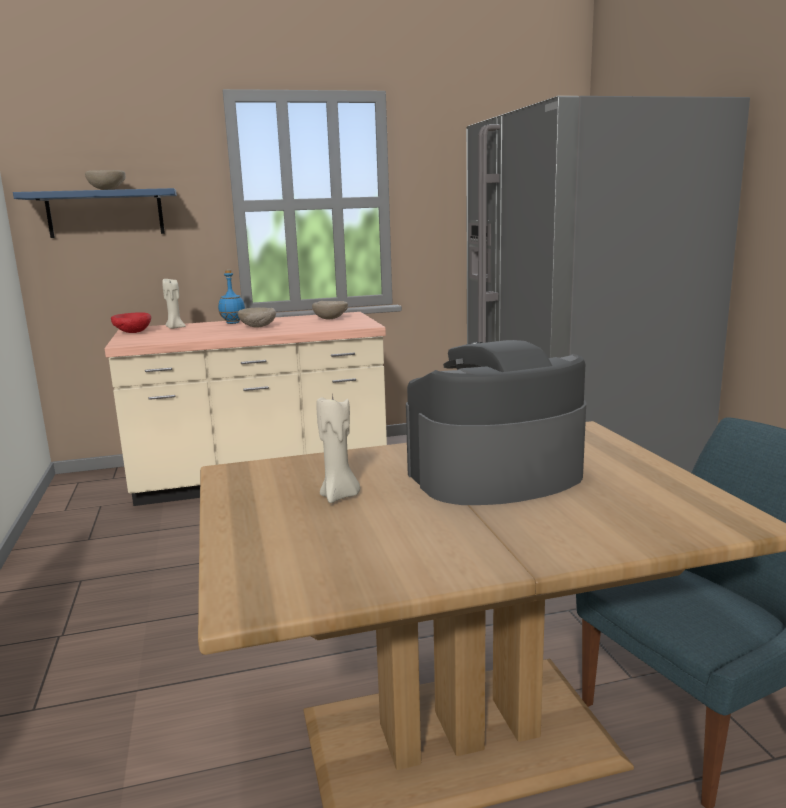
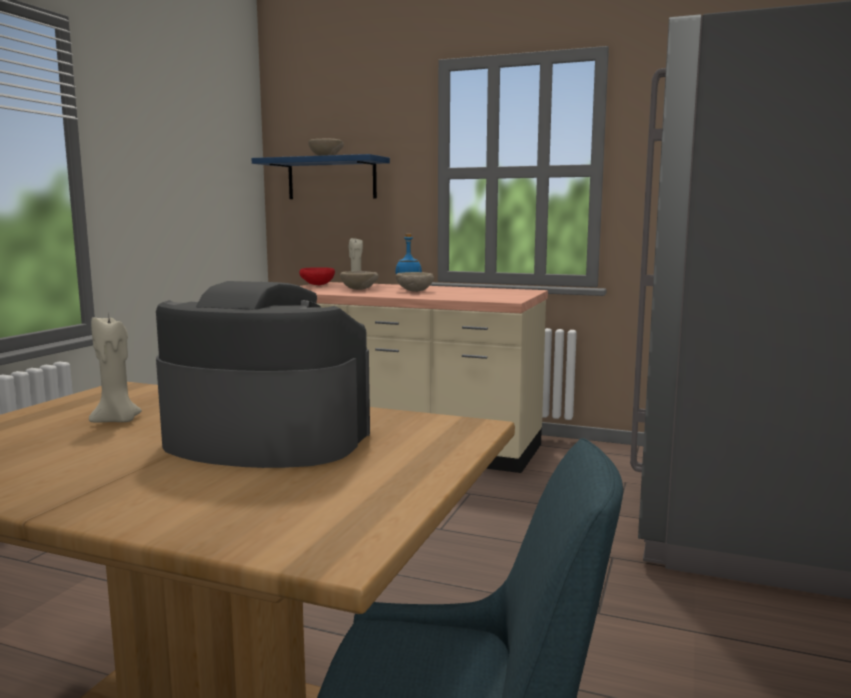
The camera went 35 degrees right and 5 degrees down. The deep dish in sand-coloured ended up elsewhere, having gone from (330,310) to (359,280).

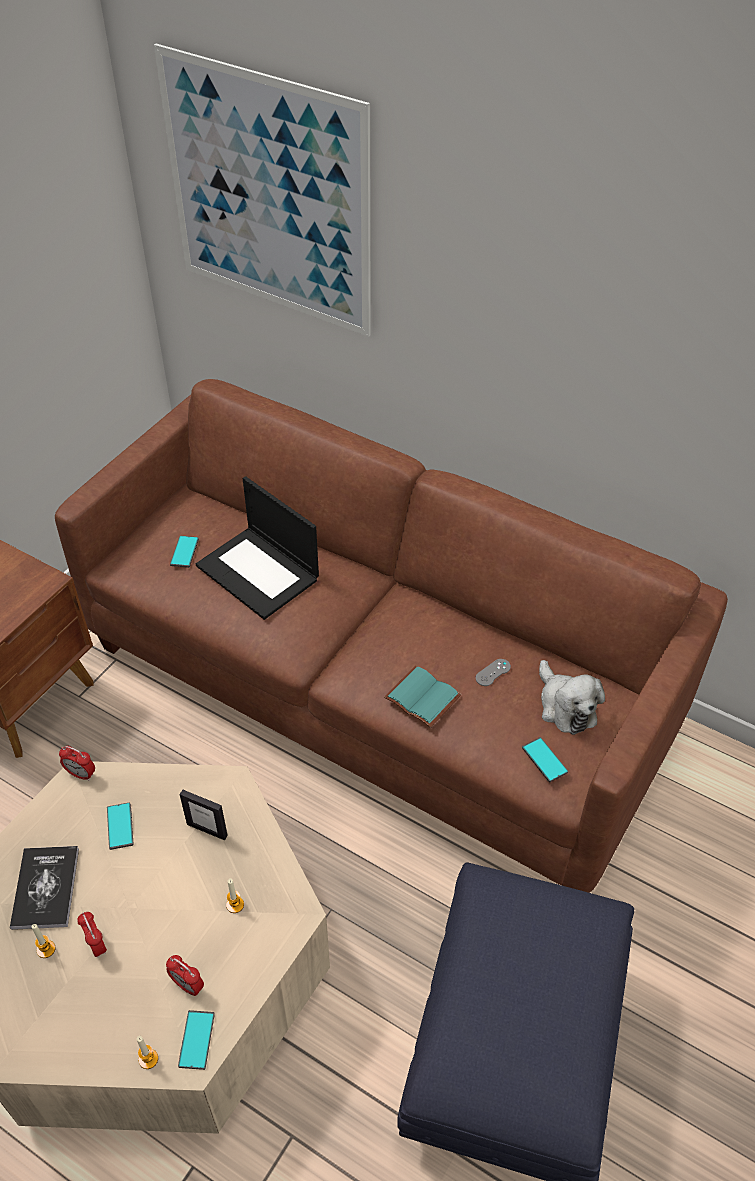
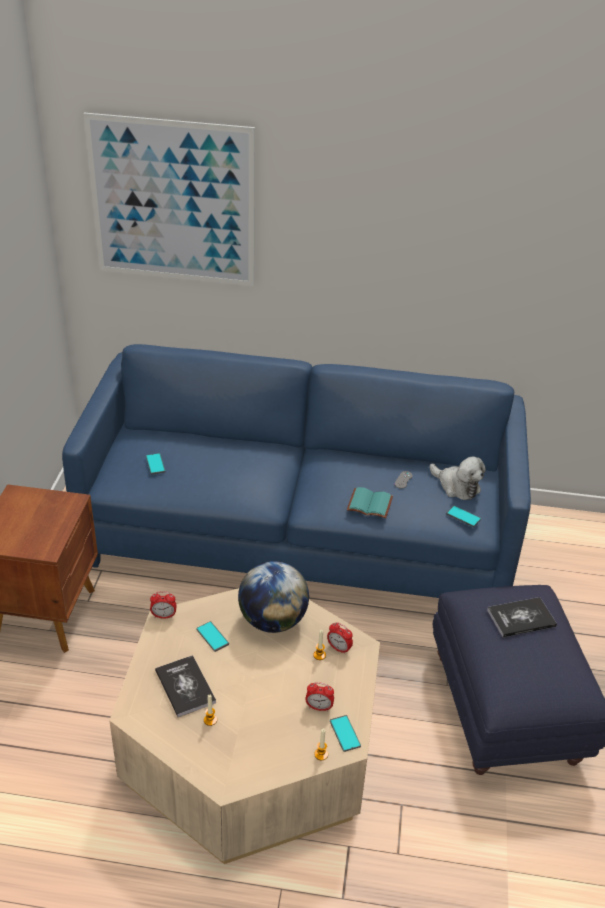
The camera went 25 degrees left and 10 degrees down. What was the couch in brown at (391,636) turned into the couch in bluish at (296,471). Where the standing frame stood at (203,815), the globe came to stand at (273,597). The alarm clock ended up elsewhere, having gone from (92,934) to (340,638). The second view gained the book at (522,617). The second view lost the notebook computer at (257,548).

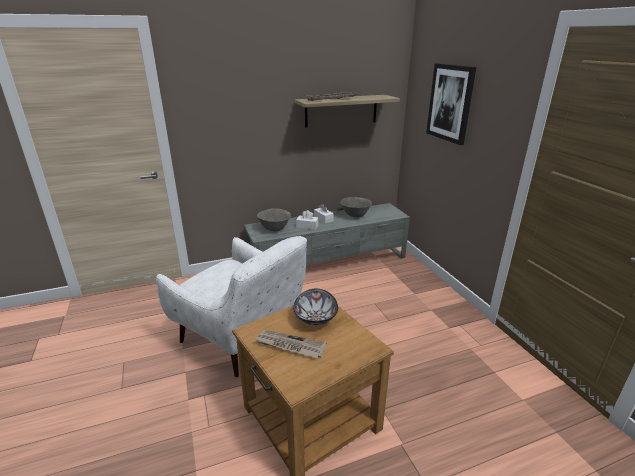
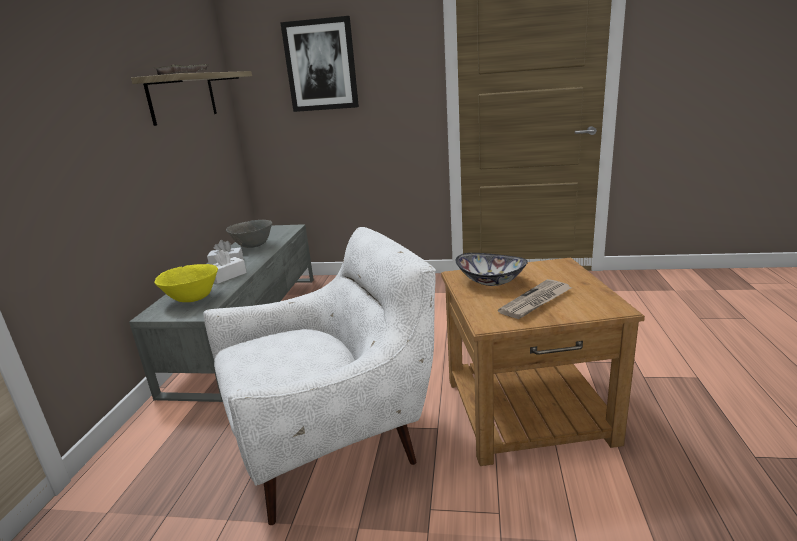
The camera went 60 degrees left and 5 degrees down. What was the deep dish in greyish at (274,219) turned into the deep dish in yellow-coloured at (186,283).

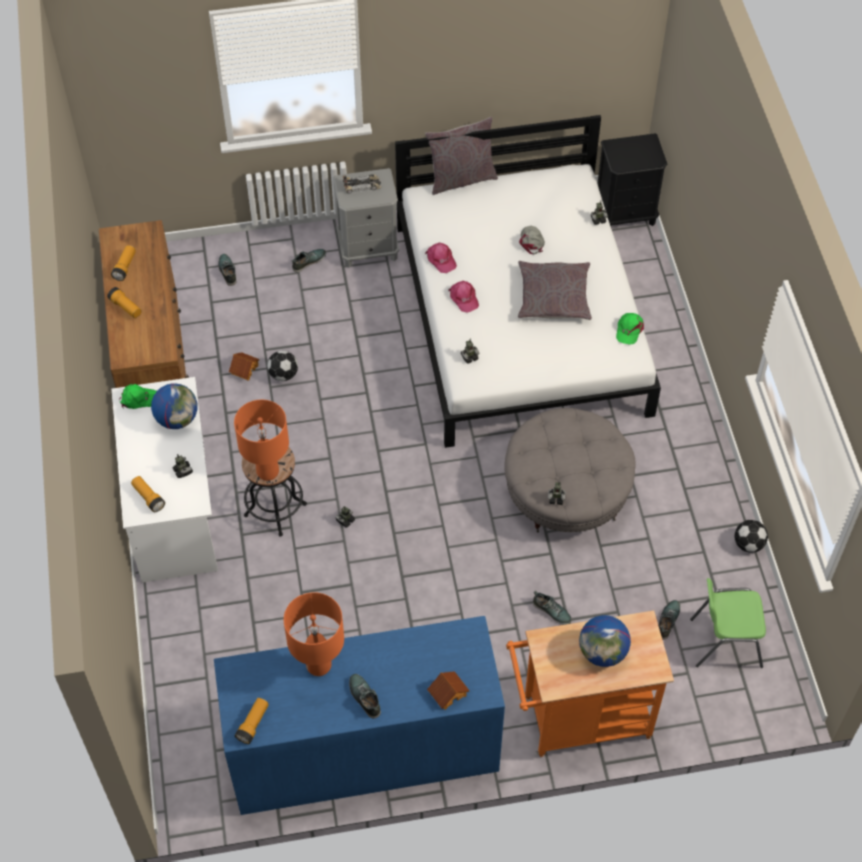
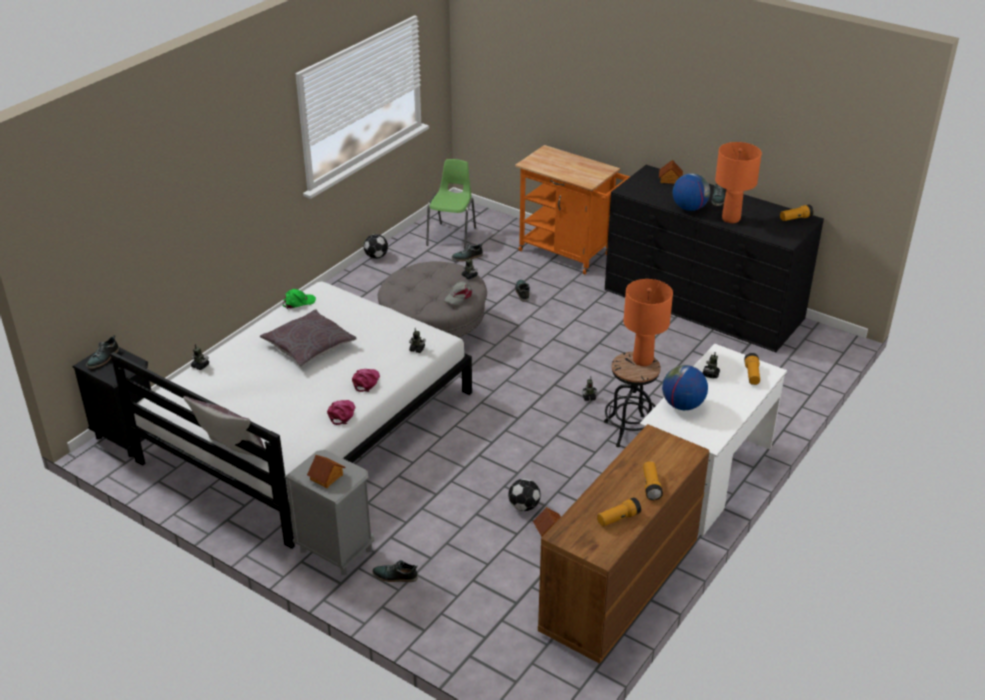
The camera went 135 degrees left and 20 degrees down. The low shoe ended up elsewhere, having gone from (227,270) to (102,352). Where the model car stood at (362,184), the toy house came to stand at (326,472). The plain chair in green at (728,623) ended up facing another way, 120 degrees counterclockwise from before. The peaked cap in greyish ended up elsewhere, having gone from (532,240) to (458,293). What was the dresser in bluish at (359,715) turned into the dresser in black at (714,258). The globe ended up elsewhere, having gone from (605,641) to (691,192). The second view lost the peaked cap in green at (138,396).

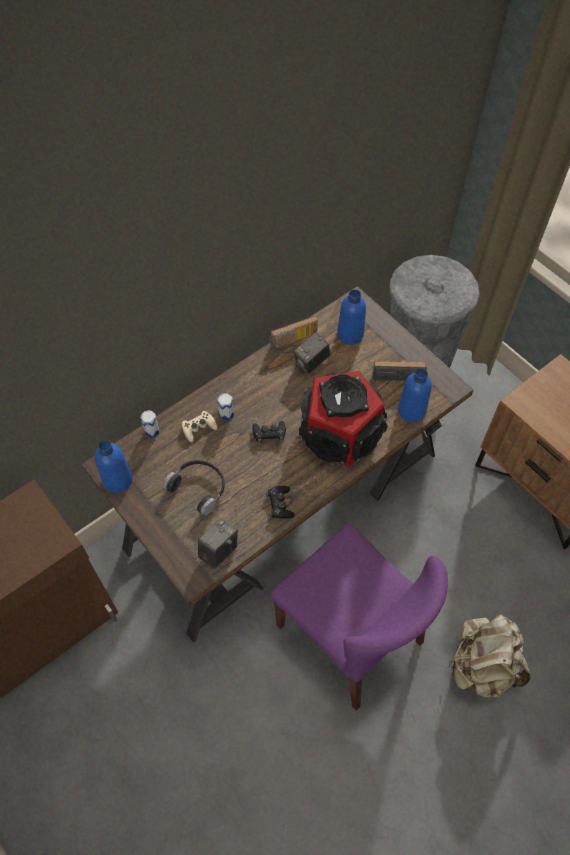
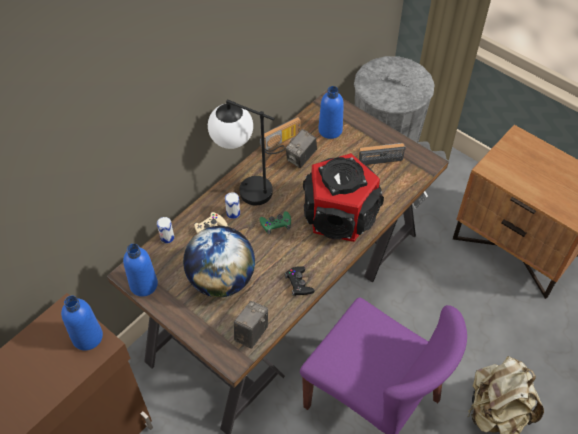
The camera went 10 degrees left and 5 degrees down. The beverage bottle in bluish ended up elsewhere, having gone from (415,395) to (82,323). Where the pair of headphones in black stood at (194,488), the globe came to stand at (219,261). The second view gained the tabletop lamp at (241,152). What was the joypad in black at (269,432) turned into the joypad in green at (275,222).

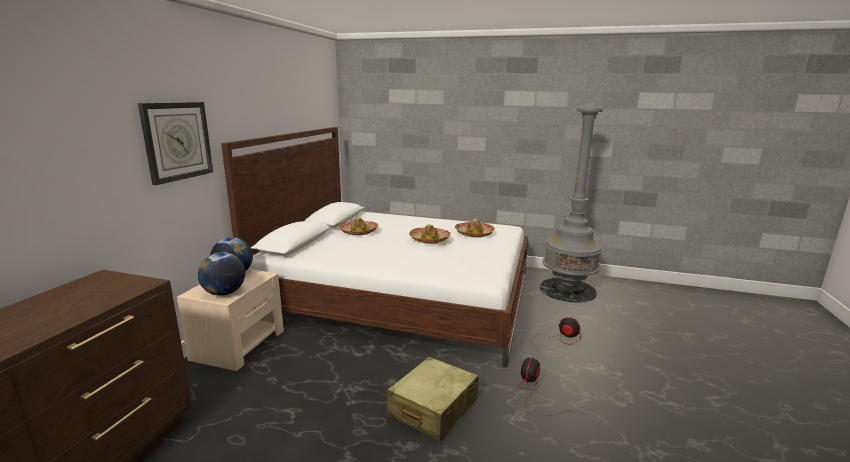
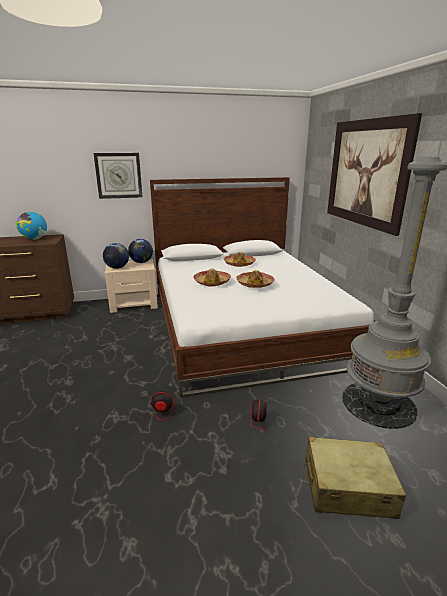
The camera went 60 degrees right and 5 degrees up. The second view gained the globe at (31,226). The hat ended up elsewhere, having gone from (475,228) to (212,277). The piece of luggage in sand-coloured ended up elsewhere, having gone from (432,399) to (354,478). The second view gained the wall art at (374,174).

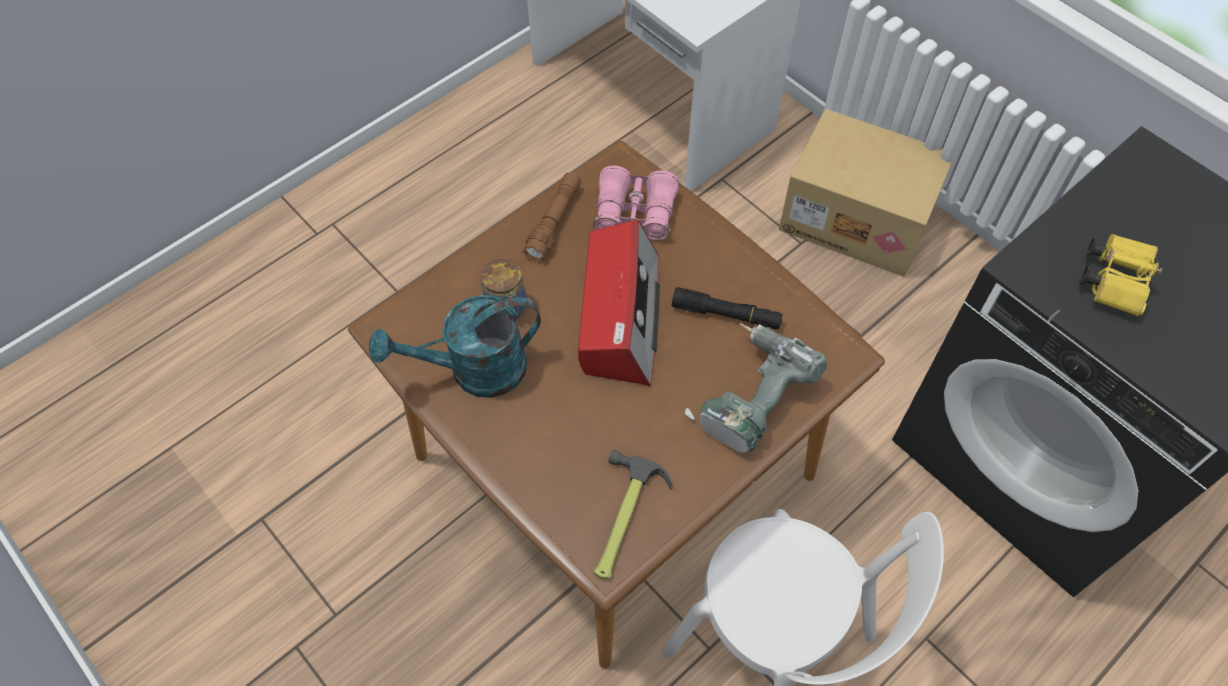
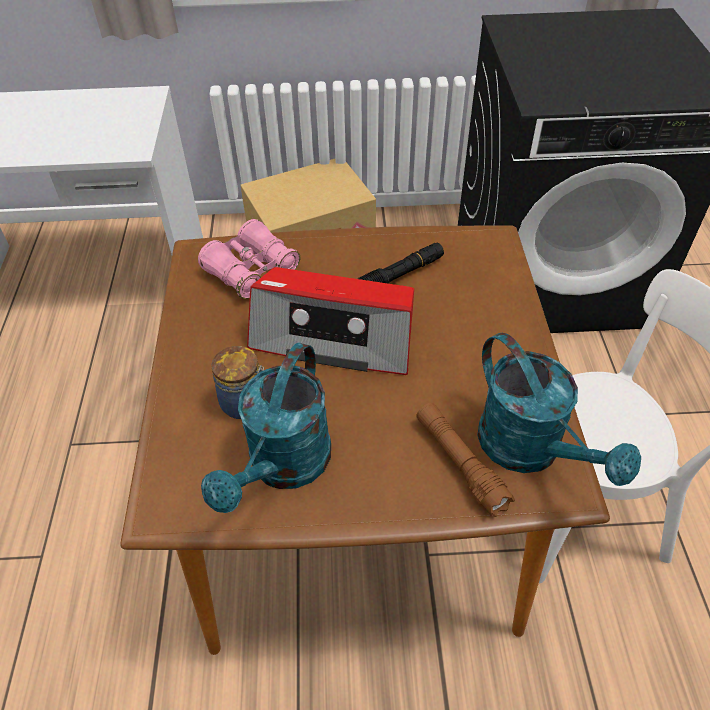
The camera went 50 degrees left and 10 degrees down. The radio receiver at (619,303) ended up facing another way, 150 degrees clockwise from before. The hand torch in brown ended up elsewhere, having gone from (552,217) to (465,460). Where the hammer stood at (633,515), the watering pot in blue-green came to stand at (559,409). The second view lost the electric drill at (756,388). The second view lost the pair of binoculars in yellow-coloured at (1120,275).

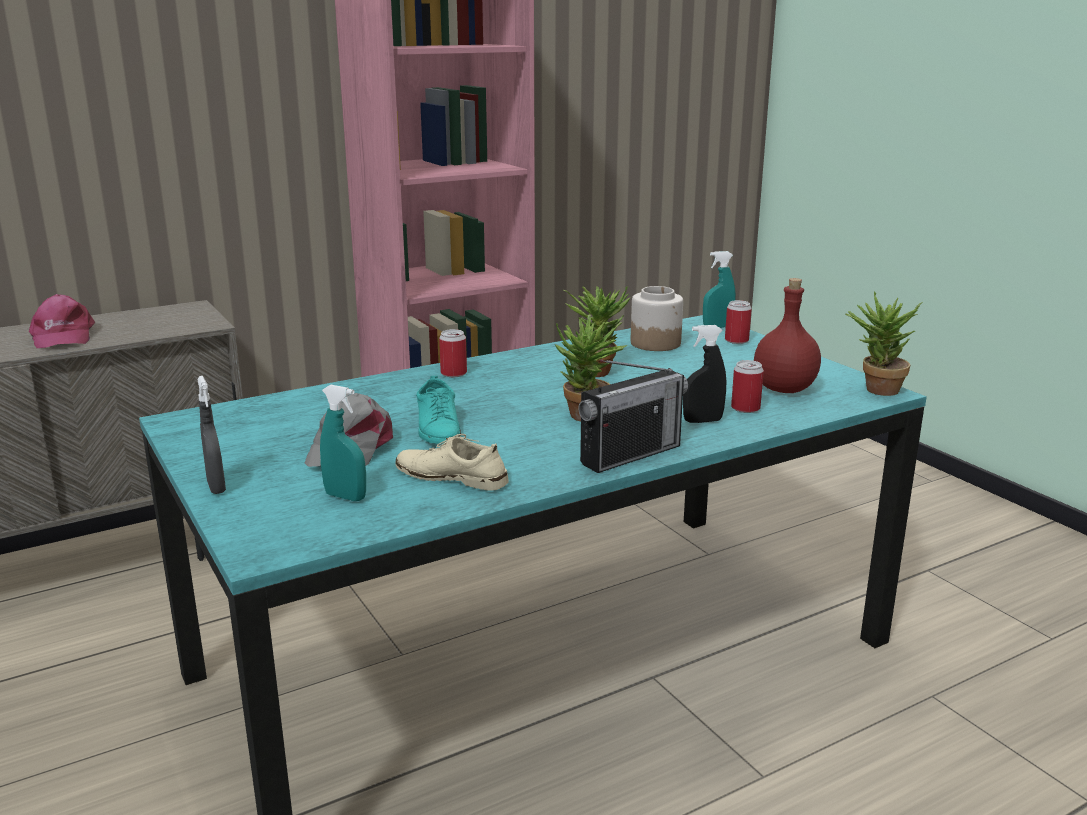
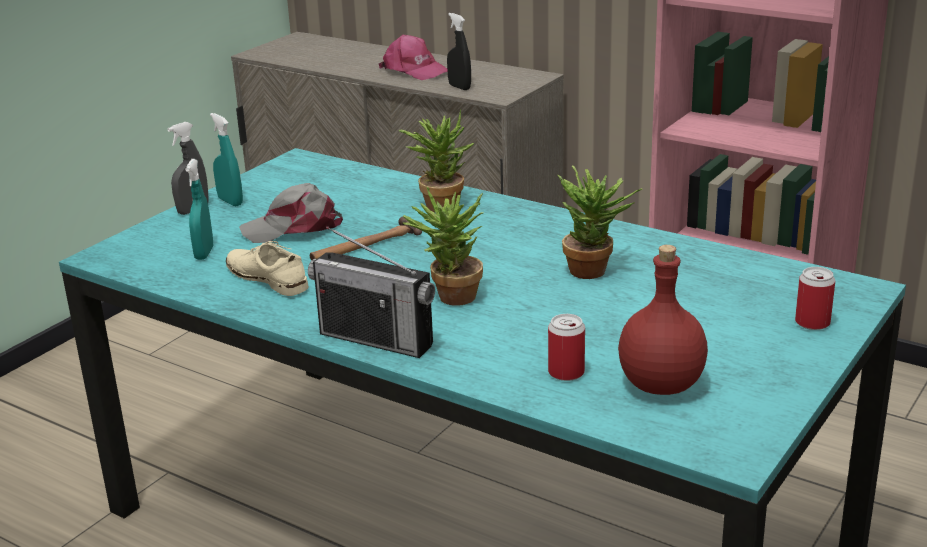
The camera went 65 degrees right and 5 degrees up. The hand sprayer in blue-green ended up elsewhere, having gone from (719,289) to (226,159). The low shoe in sand-coloured at (452,462) ended up facing another way, 45 degrees counterclockwise from before. Where the low shoe in blue-green stood at (438,409), the hammer came to stand at (366,239). The peaked cap in pink-coloured at (62,321) ended up facing another way, 90 degrees counterclockwise from before. The plant in a pot ended up elsewhere, having gone from (884,344) to (436,160). The hand sprayer in black ended up elsewhere, having gone from (704,374) to (459,51). The second view lost the metal can at (453,353). The second view lost the storage jar at (657,318).

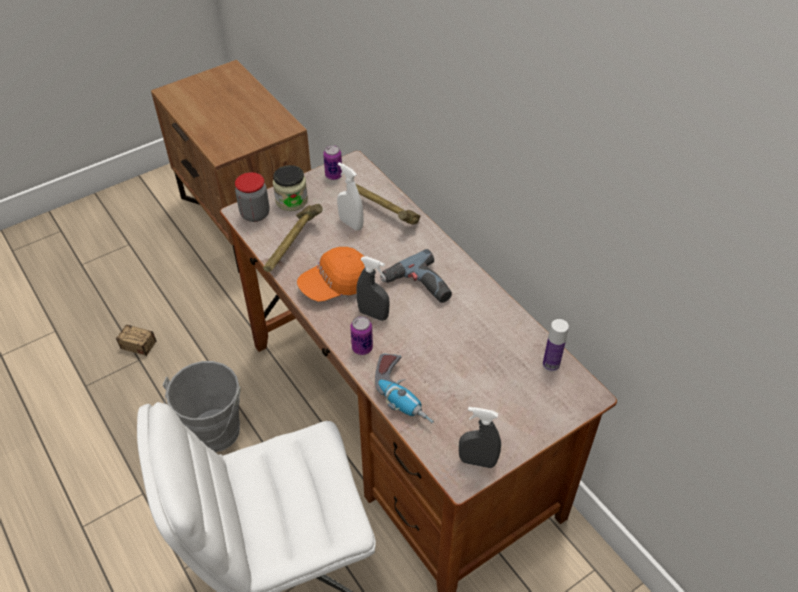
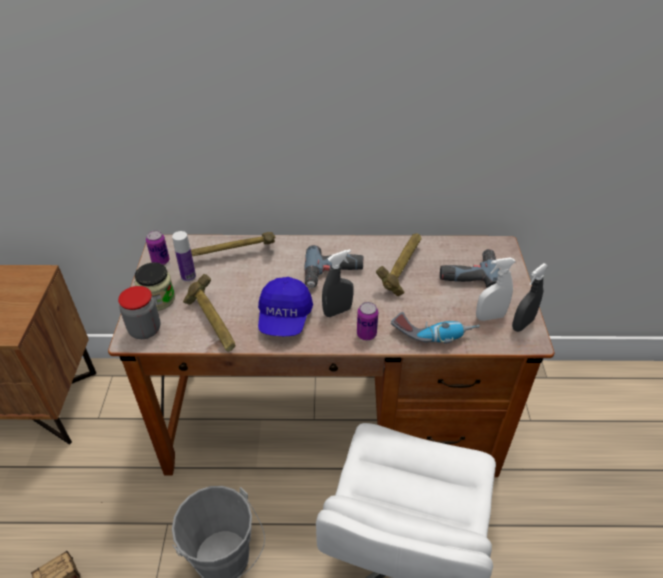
The camera went 55 degrees left and 5 degrees down. The beverage bottle ended up elsewhere, having gone from (556,345) to (184,256). What was the peaked cap in orange-coloured at (331,274) turned into the peaked cap in bluish at (285,306). The second view gained the hammer at (399,264). The second view gained the electric drill at (470,268). The hand sprayer in white ended up elsewhere, having gone from (350,196) to (496,289).

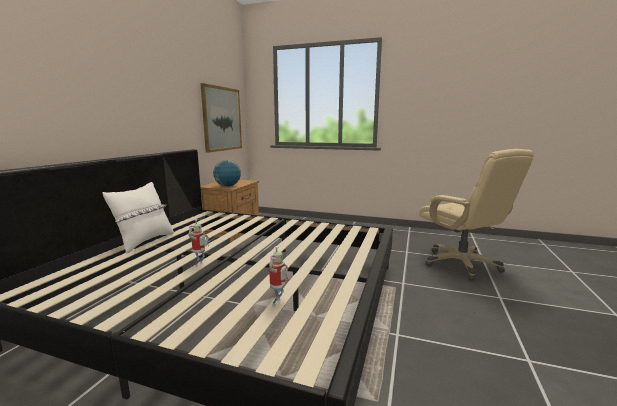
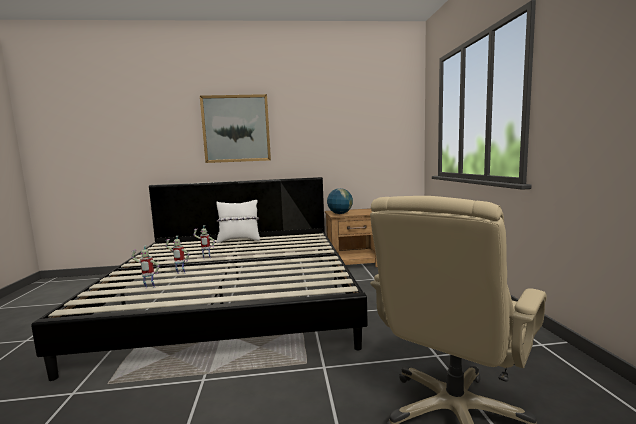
The camera went 65 degrees right and 5 degrees down. The second view gained the robot figure at (177,255). The wall art ended up elsewhere, having gone from (221,118) to (235,128).

